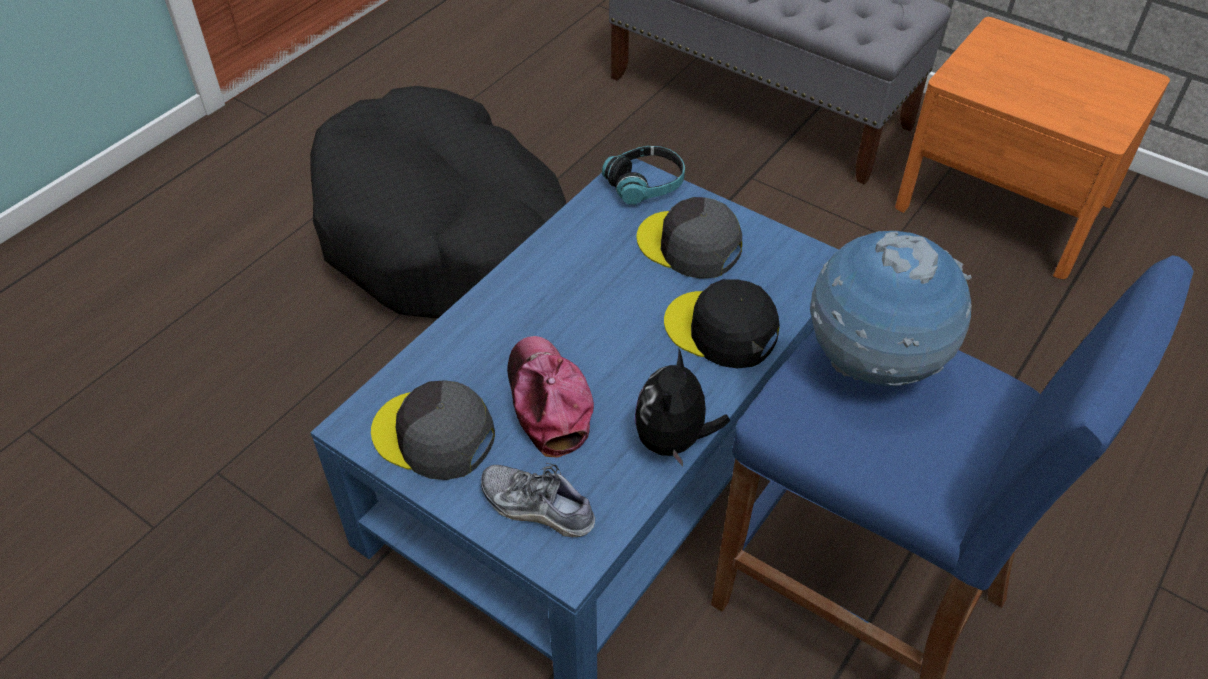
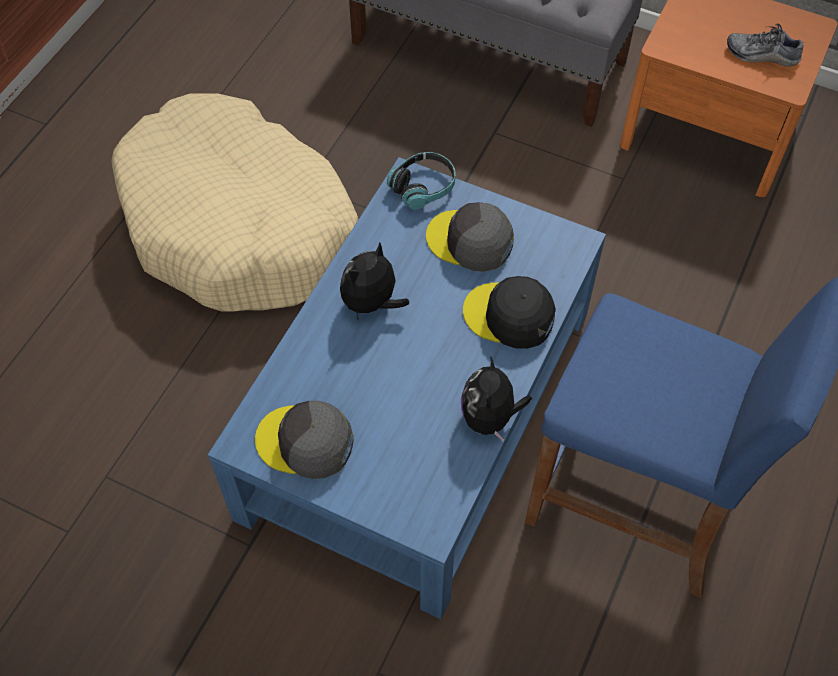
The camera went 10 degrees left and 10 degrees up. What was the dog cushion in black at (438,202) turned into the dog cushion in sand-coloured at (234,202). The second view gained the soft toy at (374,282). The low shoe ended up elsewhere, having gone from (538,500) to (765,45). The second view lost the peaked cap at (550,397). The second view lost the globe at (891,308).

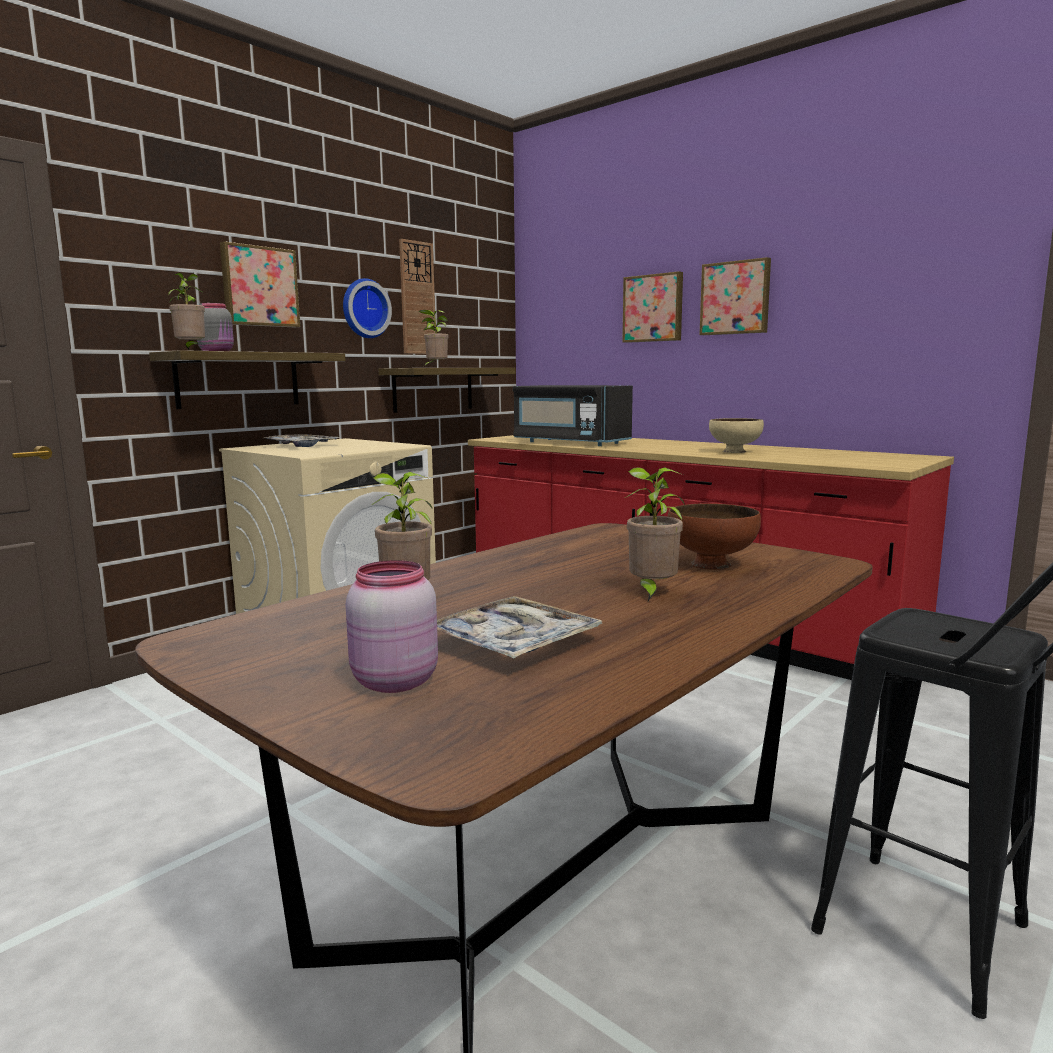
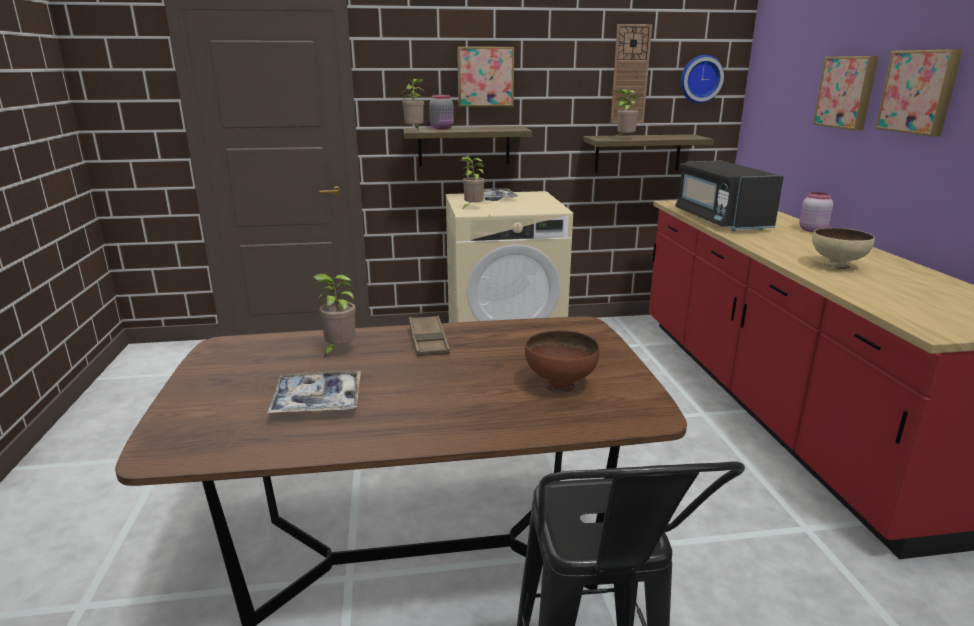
The camera went 40 degrees right and 10 degrees up. The second view gained the carrying tray in brown at (429,336). The plant in a pot ended up elsewhere, having gone from (655,534) to (472,182). The wall clock ended up elsewhere, having gone from (367,308) to (702,79). The storage jar in pink-coloured ended up elsewhere, having gone from (392,626) to (816,212).

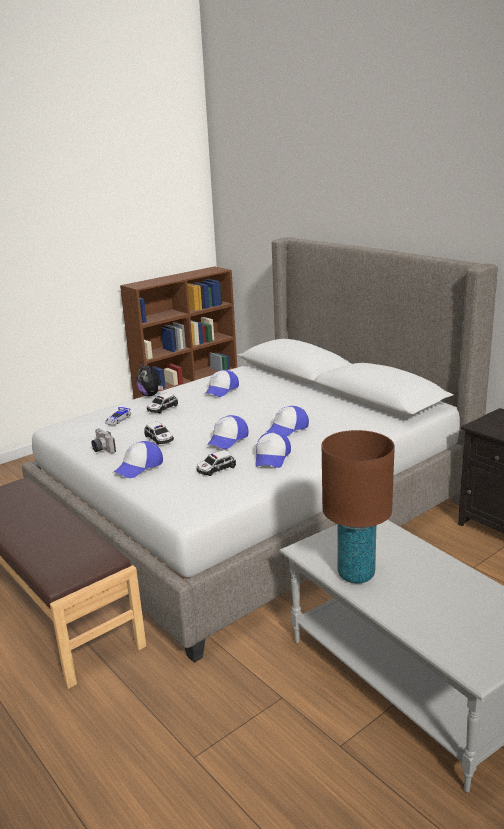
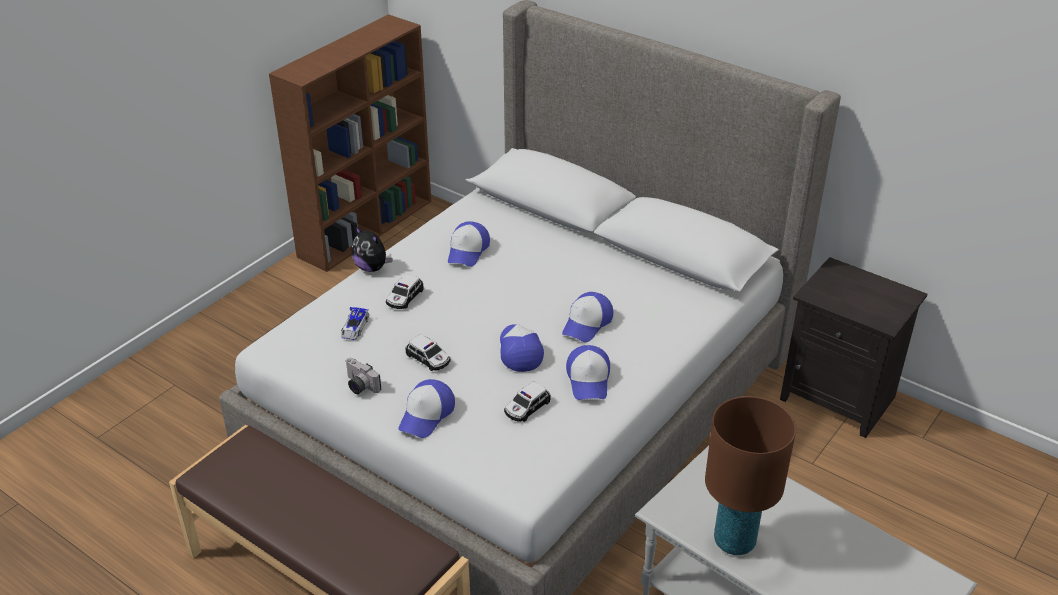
The camera went 15 degrees left and 15 degrees up. The peaked cap at (228,432) ended up facing another way, 150 degrees clockwise from before.

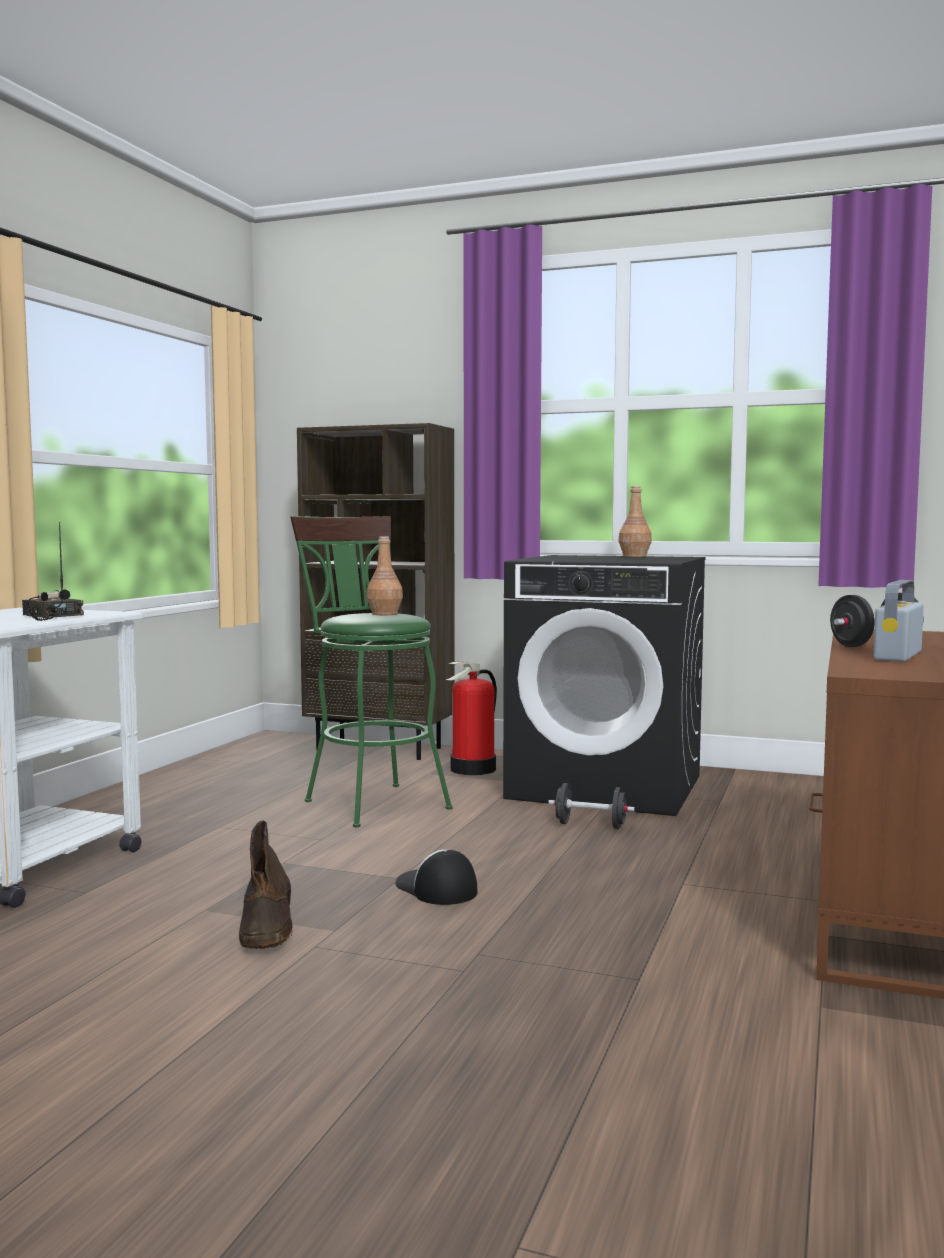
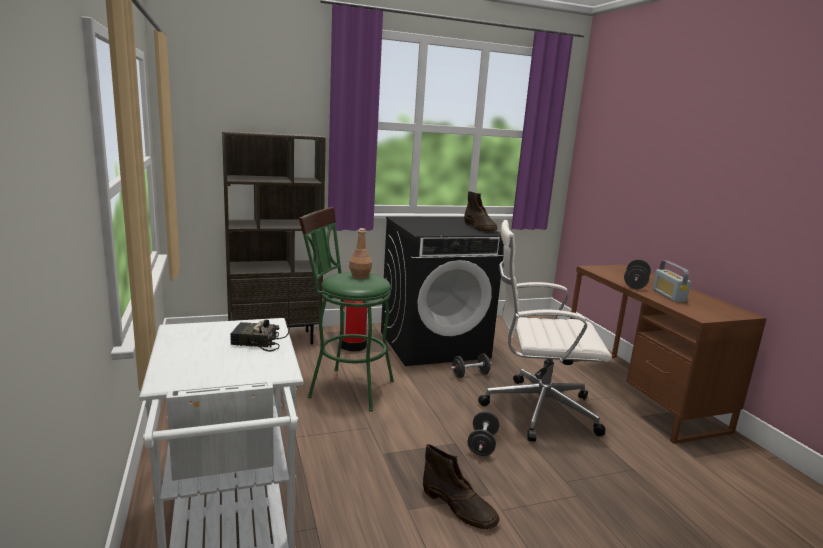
The camera went 40 degrees left and 10 degrees up. The second view gained the tall boot in brown at (481,211). Where the peaked cap stood at (436,877), the dumbbell in black came to stand at (483,433). The second view gained the desk chair in white at (545,331). The second view lost the beverage bottle in brown at (635,521).

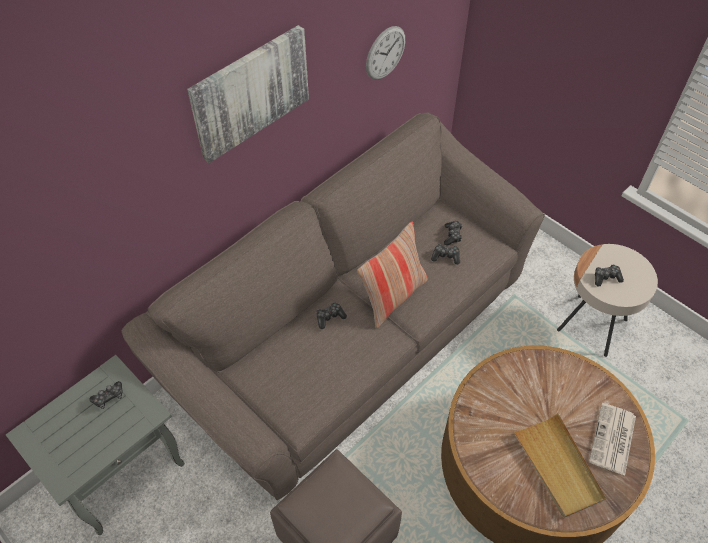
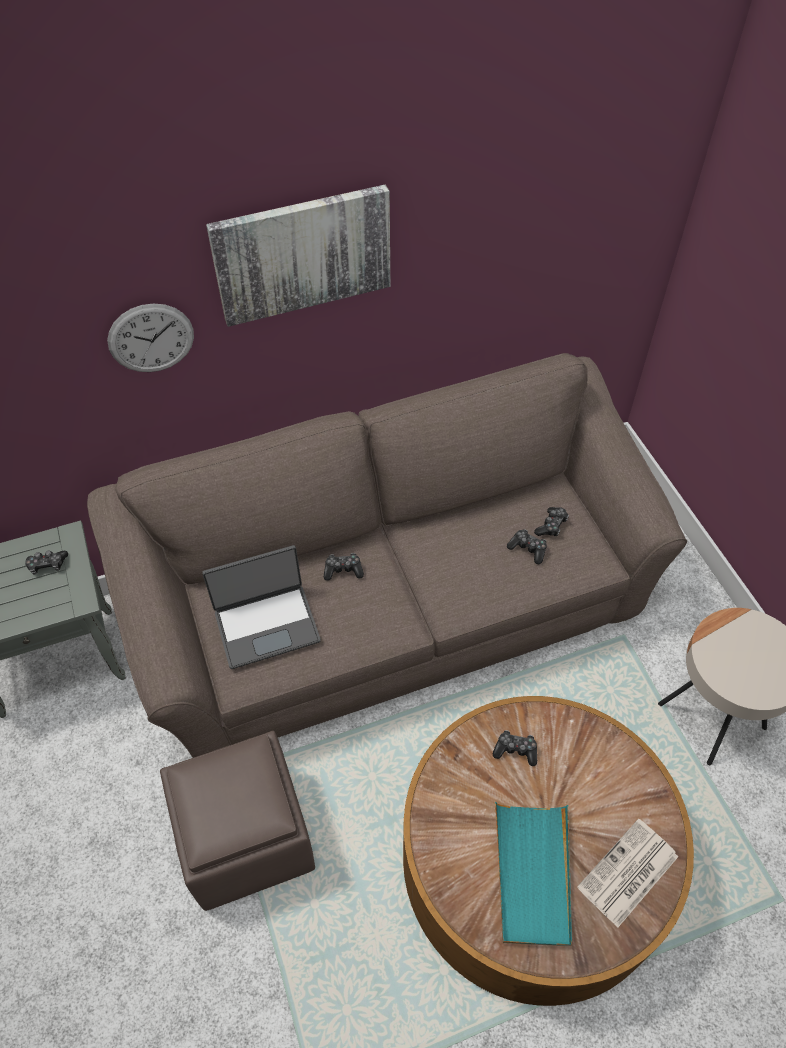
The camera went 25 degrees right and 0 degrees up. The wall clock ended up elsewhere, having gone from (385,53) to (150,337). The second view gained the notebook computer at (261,607). The joypad ended up elsewhere, having gone from (609,275) to (515,748). What was the carrying tray in sand-coloured at (559,465) turned into the carrying tray in blue-green at (533,874). The second view lost the pillow at (392,275).

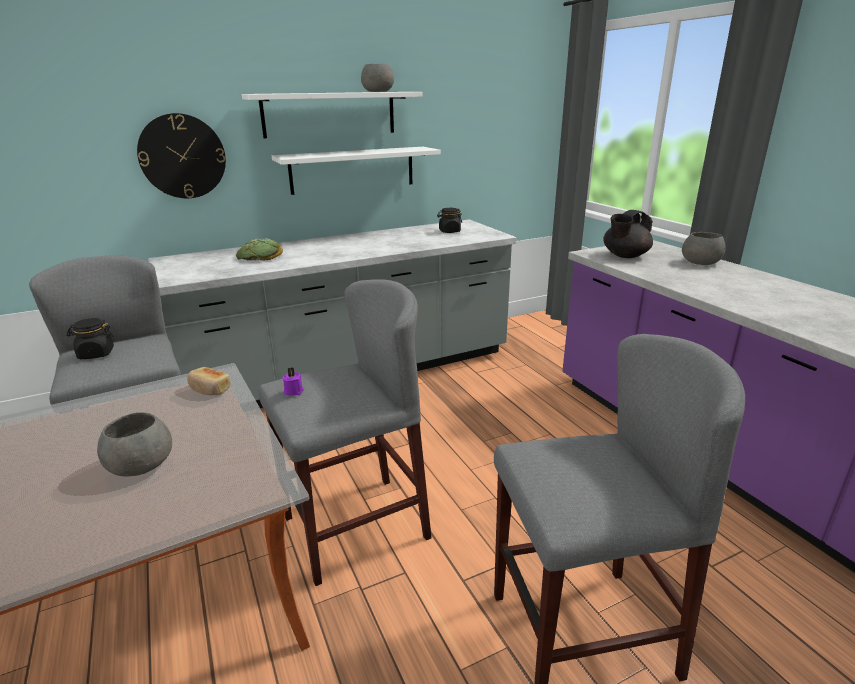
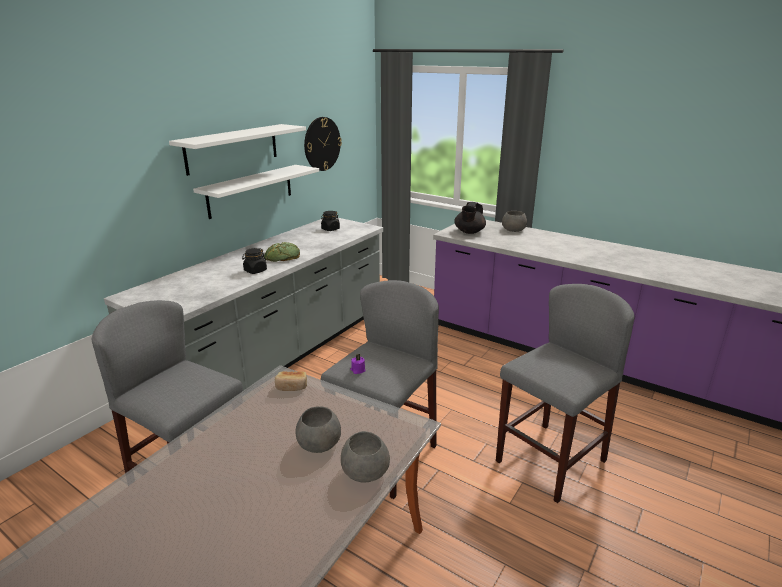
The camera went 30 degrees left and 0 degrees up. The storage jar in black ended up elsewhere, having gone from (90,338) to (254,261). The bread ended up elsewhere, having gone from (259,249) to (281,252). The wall clock ended up elsewhere, having gone from (181,155) to (323,144). The deep dish in greyish ended up elsewhere, having gone from (377,78) to (365,457).

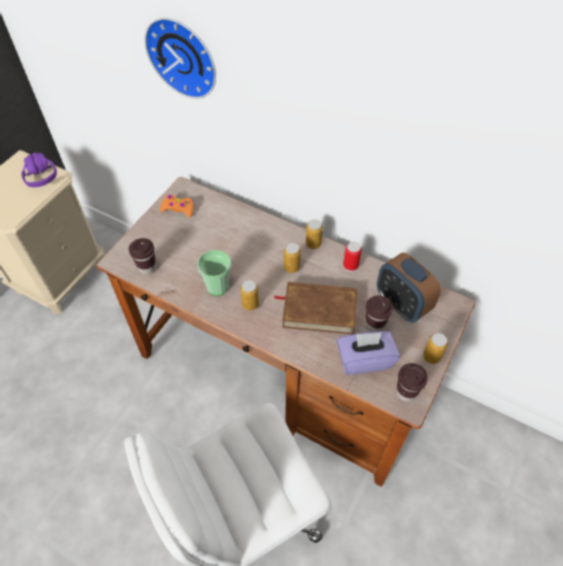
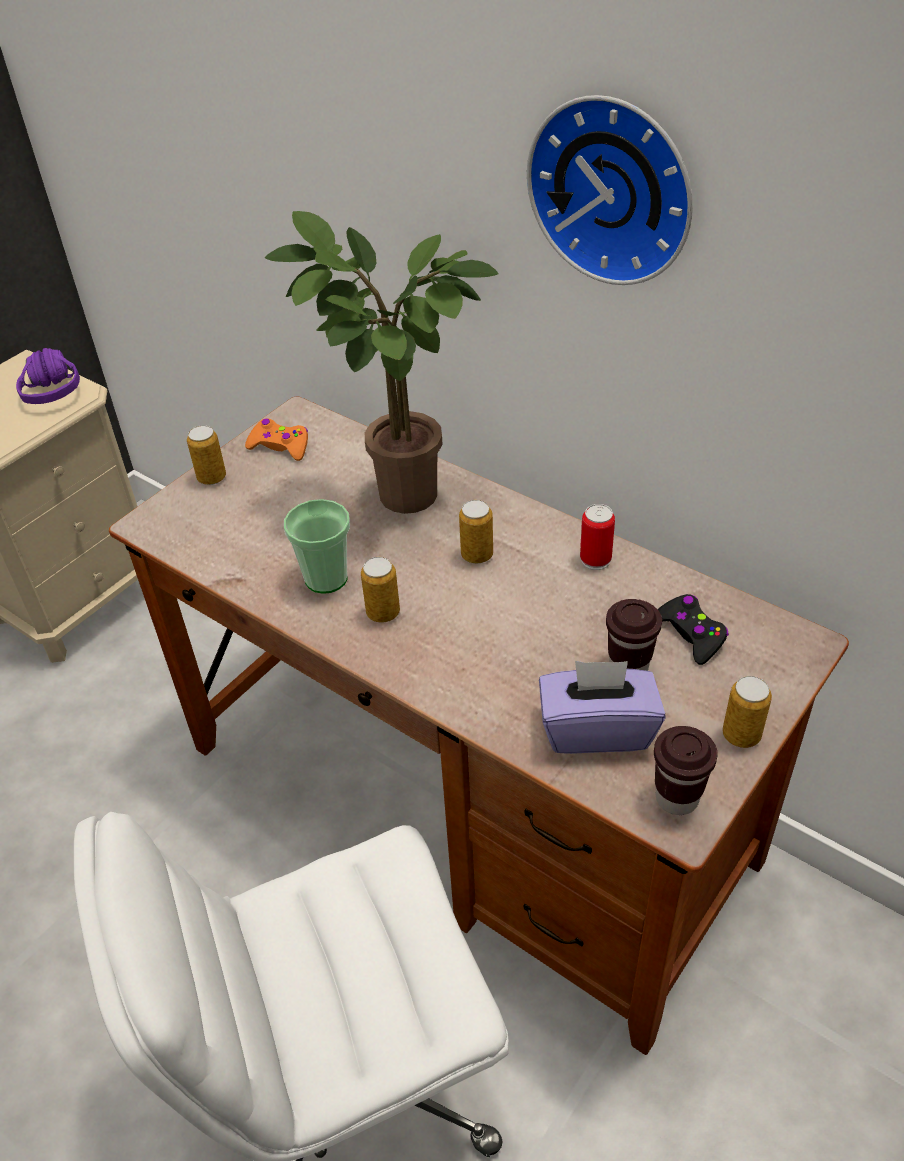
The camera went 10 degrees right and 10 degrees down. The metal can ended up elsewhere, having gone from (314,234) to (206,455). The second view gained the plant in a pot at (381,362). The wall clock ended up elsewhere, having gone from (180,58) to (610,190). Where the alarm clock stood at (409,288), the joypad in black came to stand at (693,629). The second view lost the drinking cup in brown at (142,256). The second view lost the book in brown at (316,308).

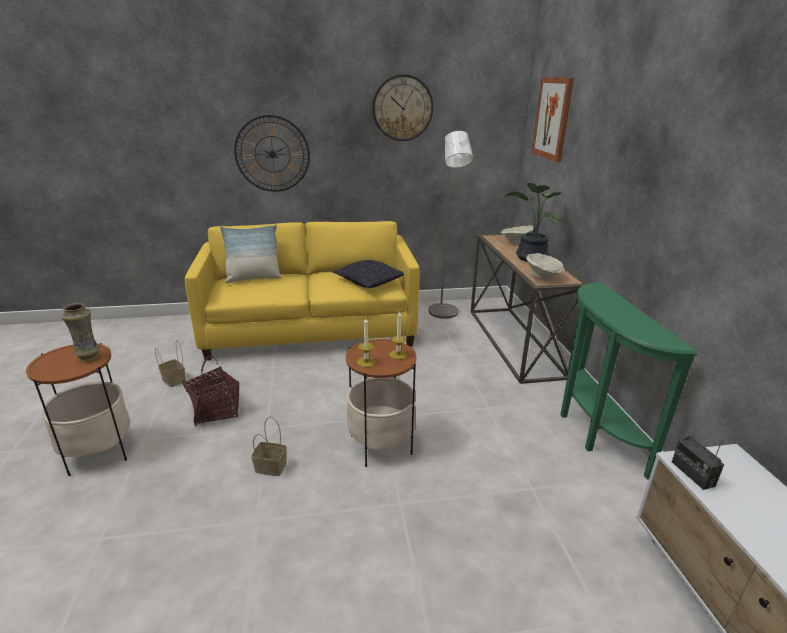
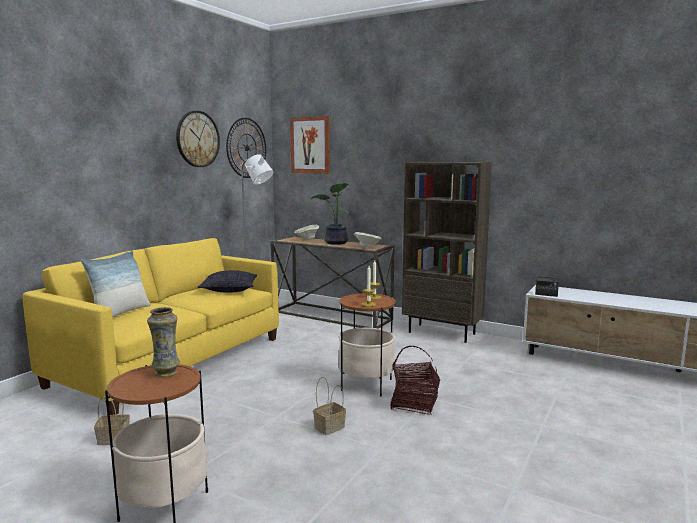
The camera went 50 degrees left and 15 degrees down. The wall clock ended up elsewhere, having gone from (272,153) to (246,148). The household basket ended up elsewhere, having gone from (210,391) to (415,380). Where the hall table in green stood at (629,381), the bookshelf in brown came to stand at (447,252).

